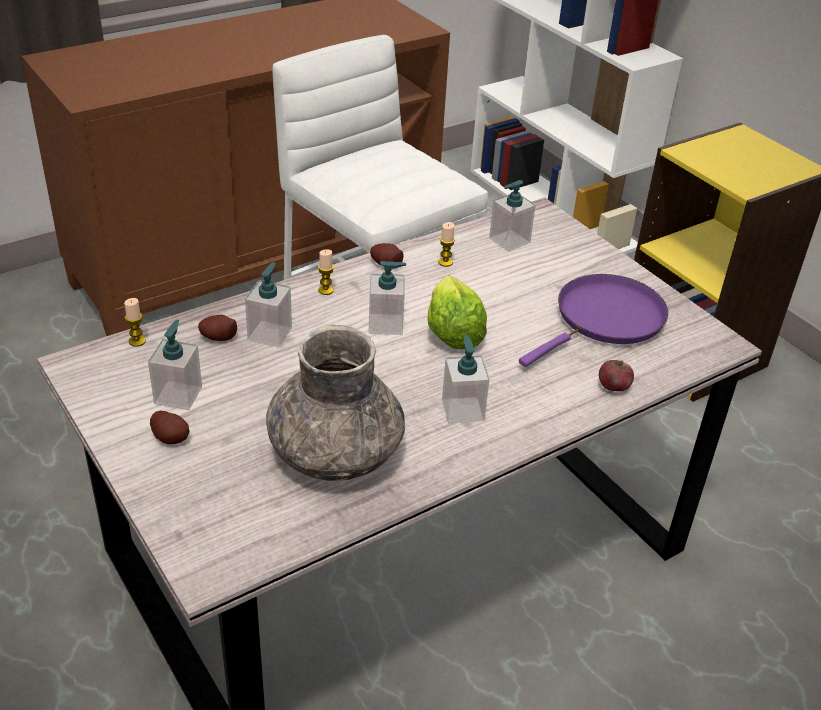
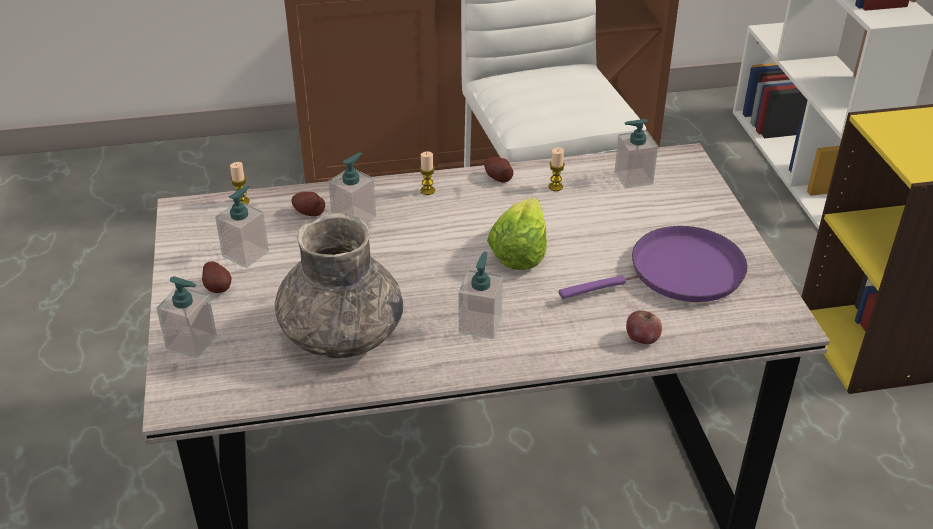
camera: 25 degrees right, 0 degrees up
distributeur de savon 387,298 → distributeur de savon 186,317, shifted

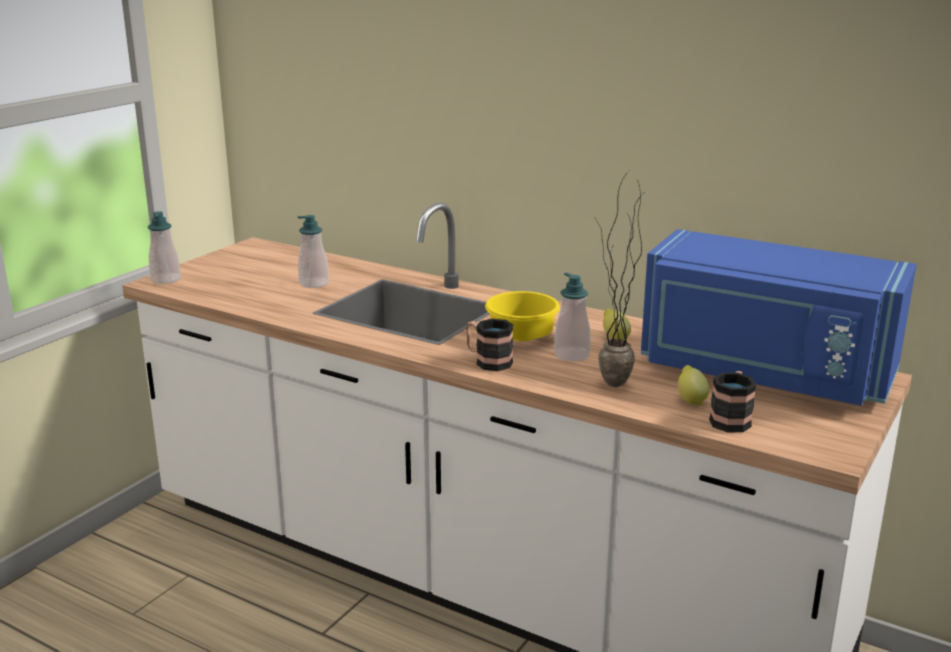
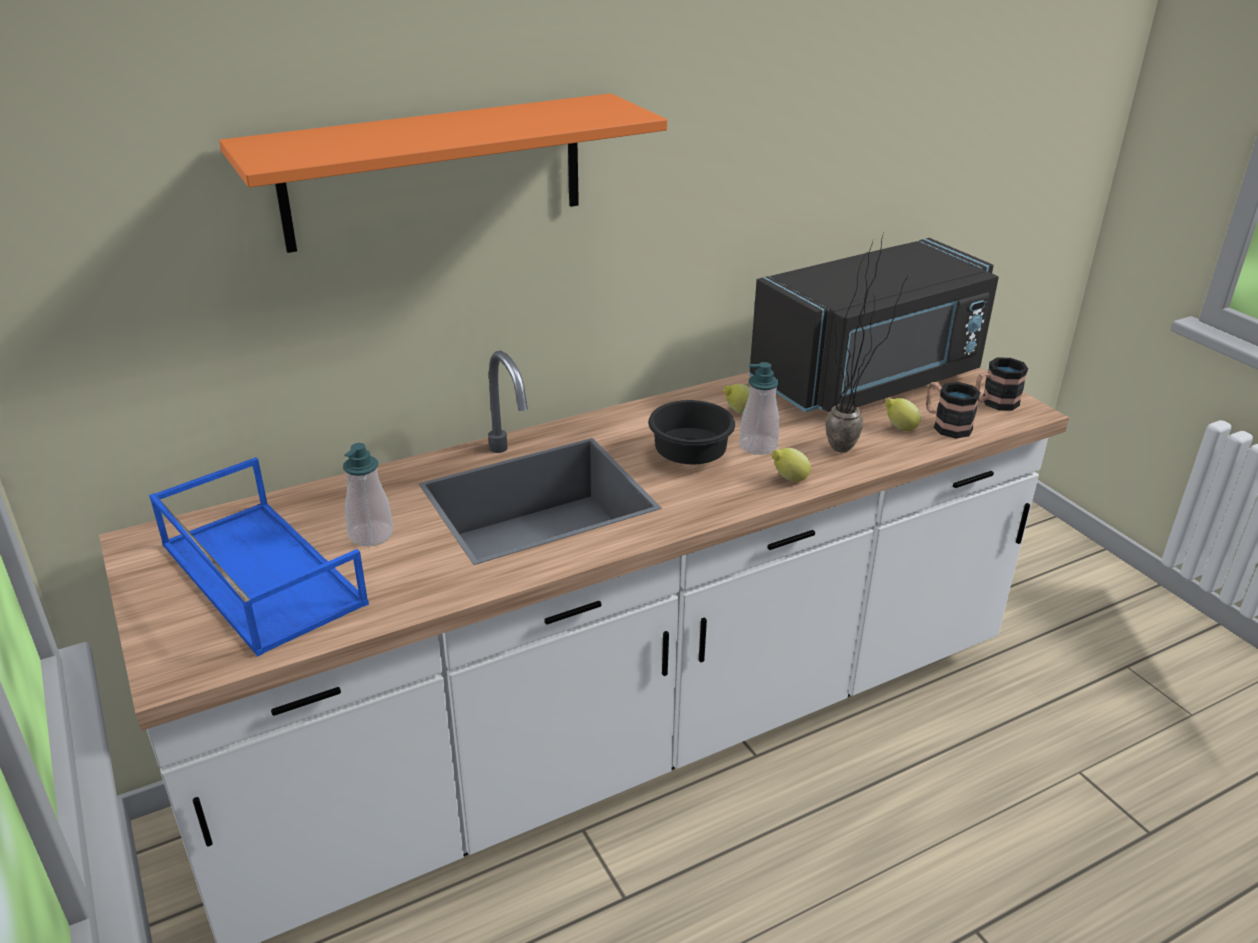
camera: 60 degrees left, 10 degrees up
distributeur de savon 164,247 → -
- → plateau/bleu 259,556
- → étagère/orange 443,173
- → citron 791,465
mug 490,344 → mug 1002,384, shifted
bol/jaune 522,316 → bol/noir 691,432
micro-ondes/bleu 779,317 → micro-ondes/noir 874,325

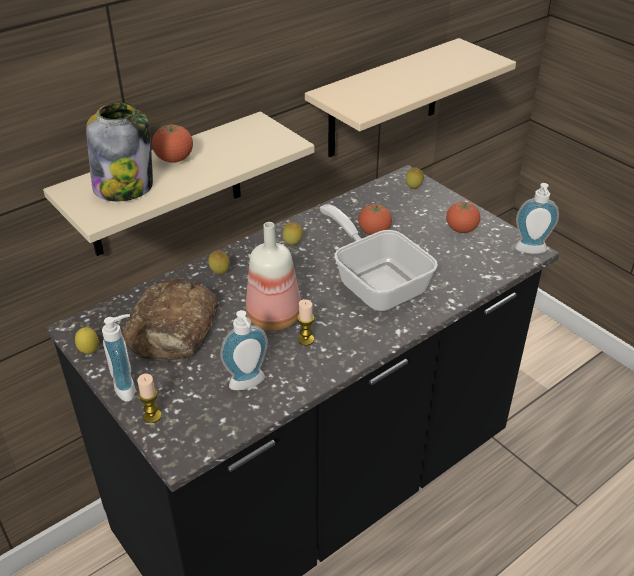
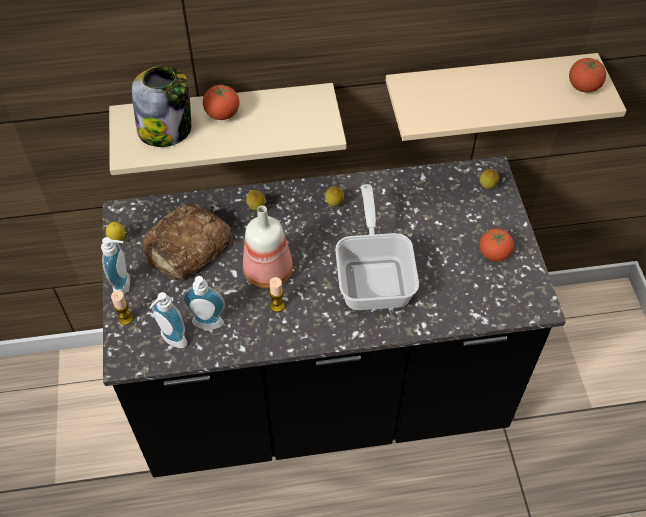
camera: 30 degrees right, 15 degrees up
tomate 375,219 → tomate 587,75, shifted
distributeur de savon 537,218 → distributeur de savon 168,320, shifted

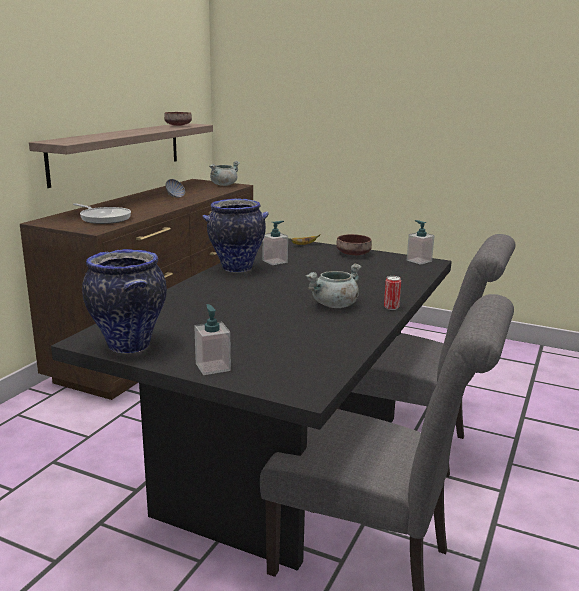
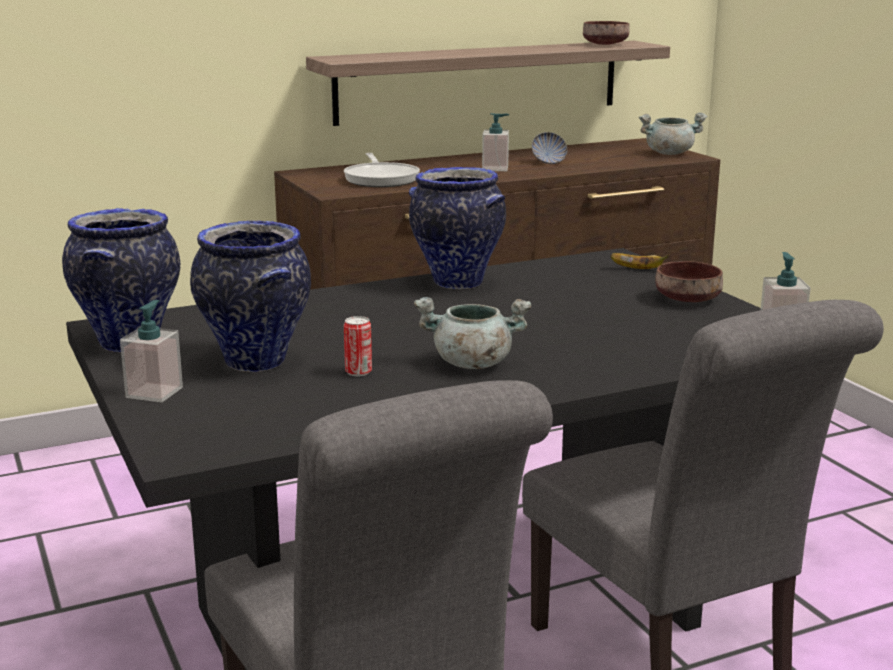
camera: 40 degrees right, 0 degrees up
- → vase 250,296
distributeur de savon 275,243 → distributeur de savon 495,142, shifted
boîte métallique 392,293 → boîte métallique 358,346, shifted

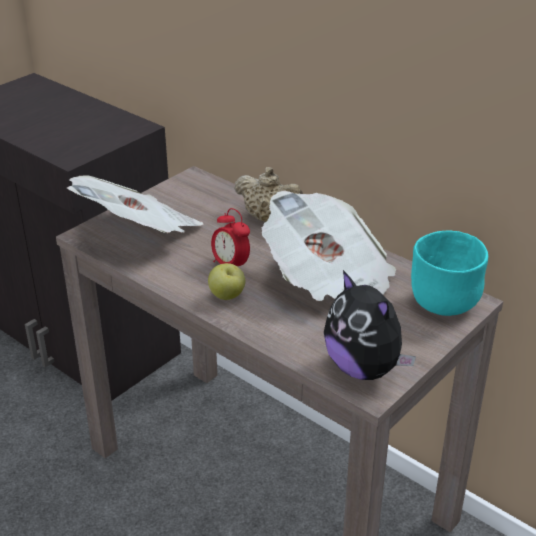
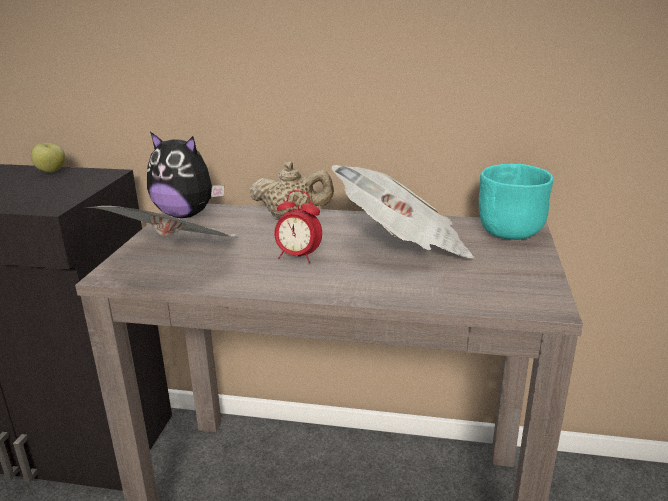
camera: 30 degrees left, 10 degrees down
pomme 226,281 → pomme 48,158, shifted
peluche 370,325 → peluche 185,175, shifted

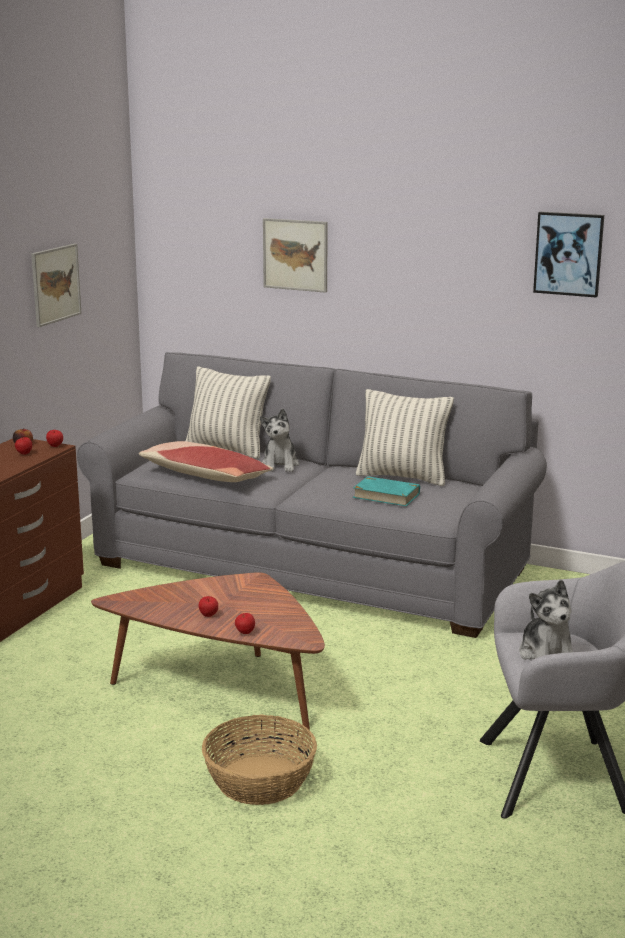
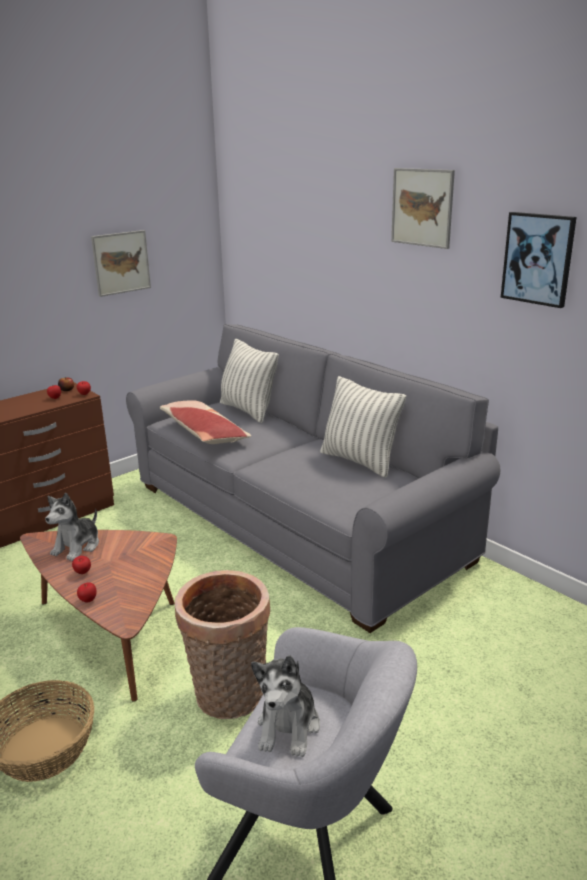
camera: 25 degrees right, 5 degrees up
livre/turquoise 386,491 → -
- → panier 222,644
peluche 279,440 → peluche 72,527, shifted
tableau 295,255 → tableau 423,208, shifted

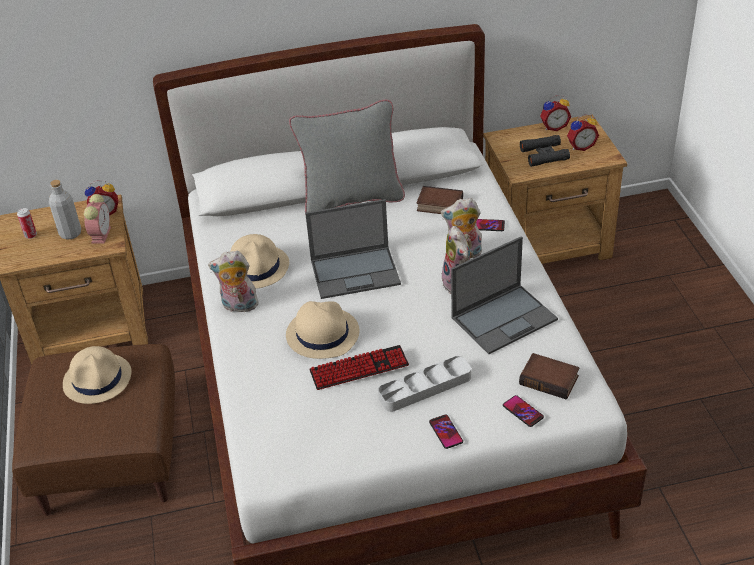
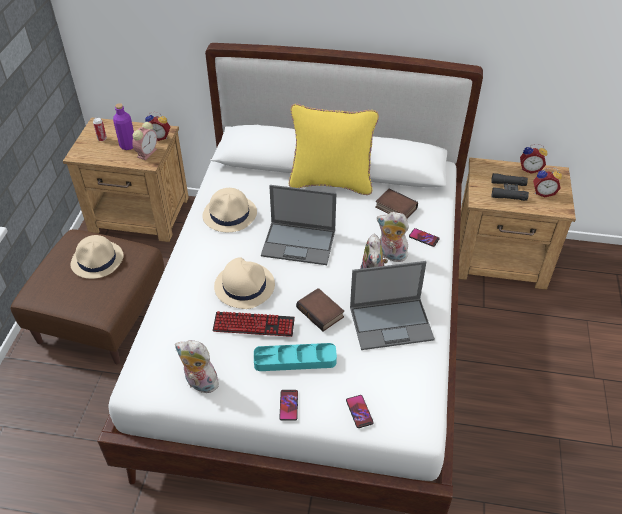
camera: 20 degrees right, 5 degrees up
peluche 234,281 → peluche 197,366, shifted
livre 549,376 → livre 320,309, shifted
bouteille/gris 65,210 → bouteille/violet 123,126
coussin/gris 347,157 → coussin/jaune 334,149
plateau/gris 424,384 → plateau/turquoise 295,357

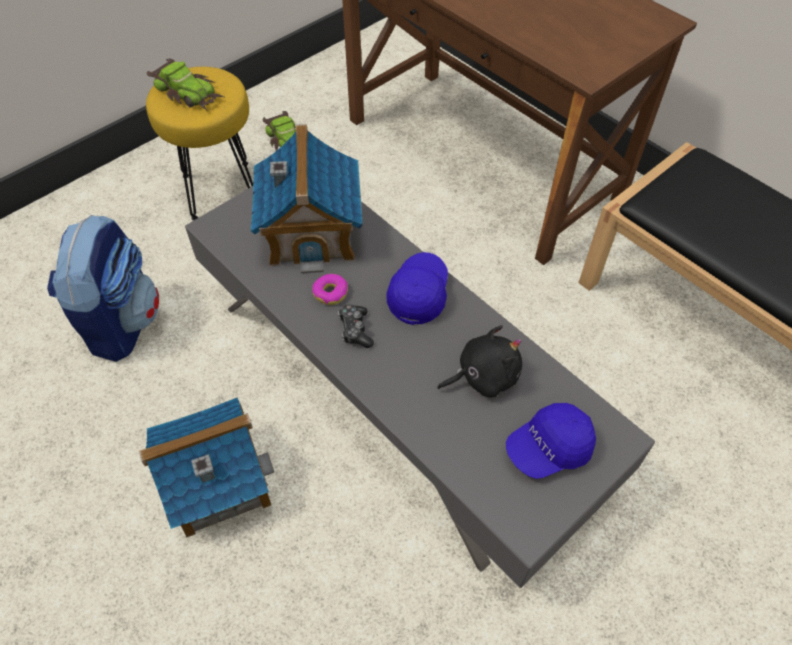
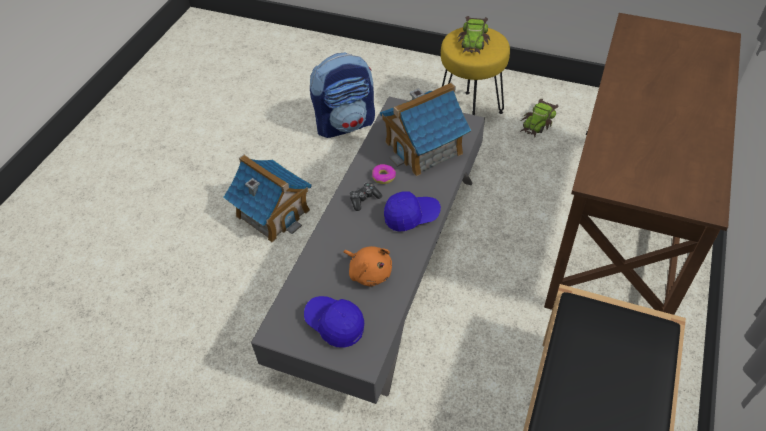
camera: 65 degrees right, 5 degrees down
peluche/noir 479,361 → peluche/orange 368,266

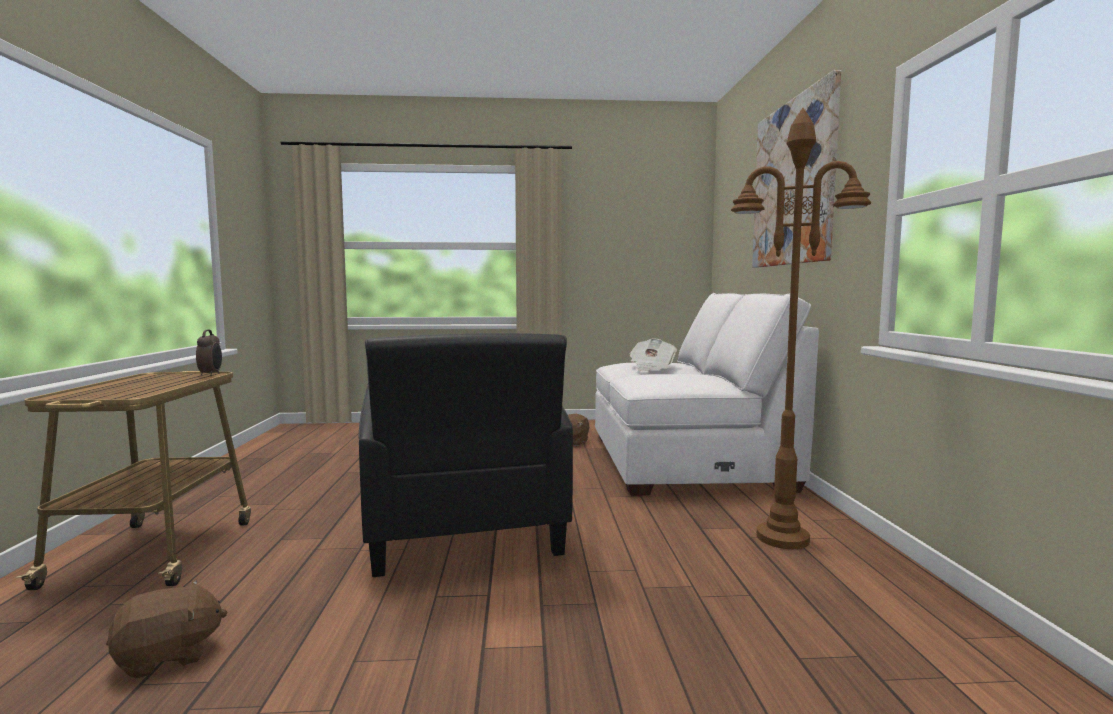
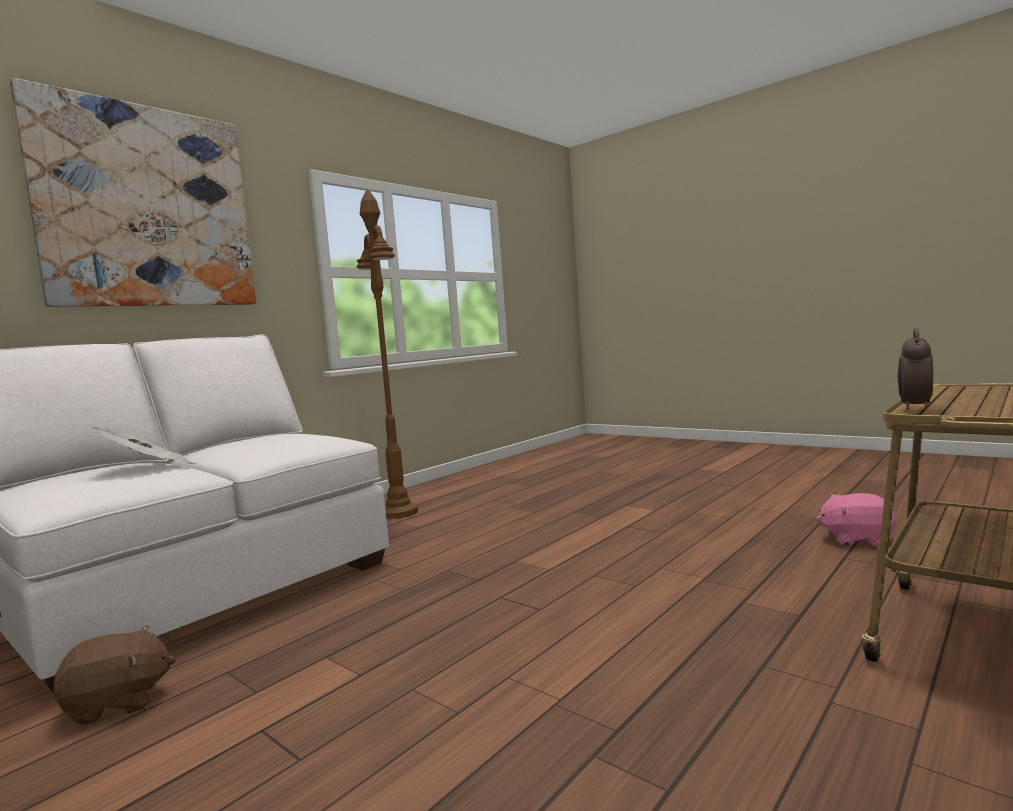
camera: 135 degrees left, 0 degrees up
fauteuil/noir 466,455 → -
peluche/marron 167,629 → peluche/rose 856,520

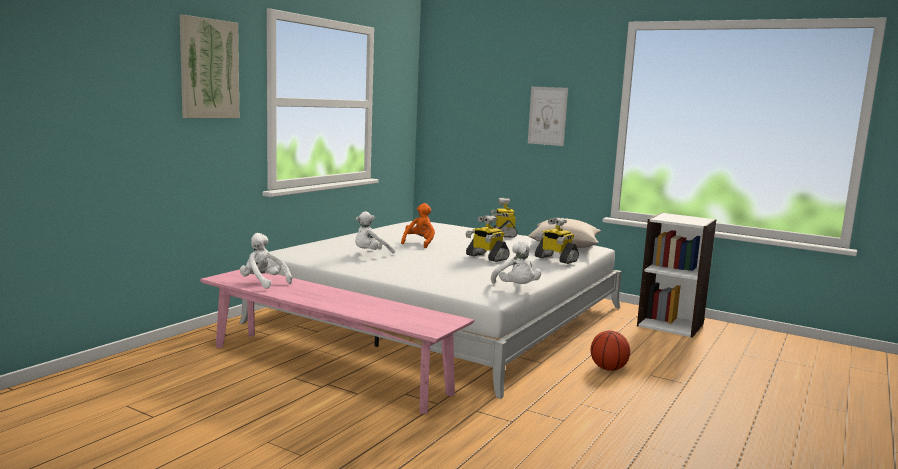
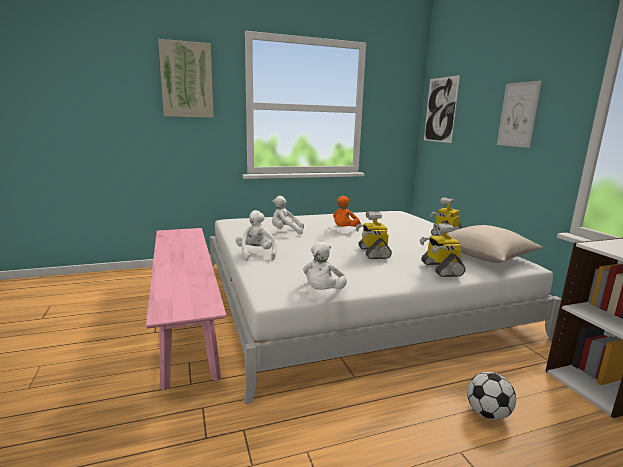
camera: 40 degrees right, 5 degrees up
ballon de basket 610,351 → -
- → tableau 442,109
- → ballon de foot 491,396
peluche/blanc 266,261 → peluche/blanc 256,235, shifted
peluche/orange 418,225 → peluche/orange 347,211, 150 degrees clockwise

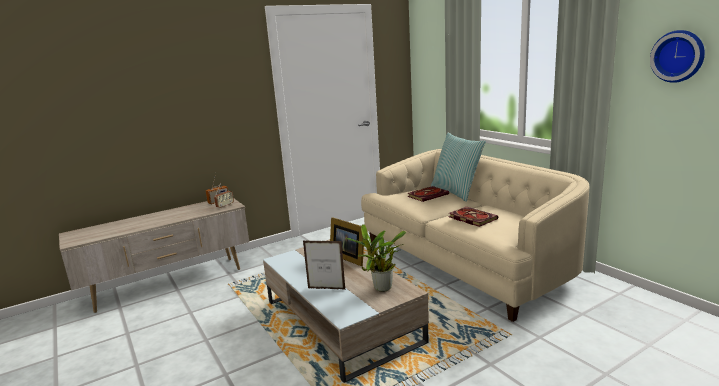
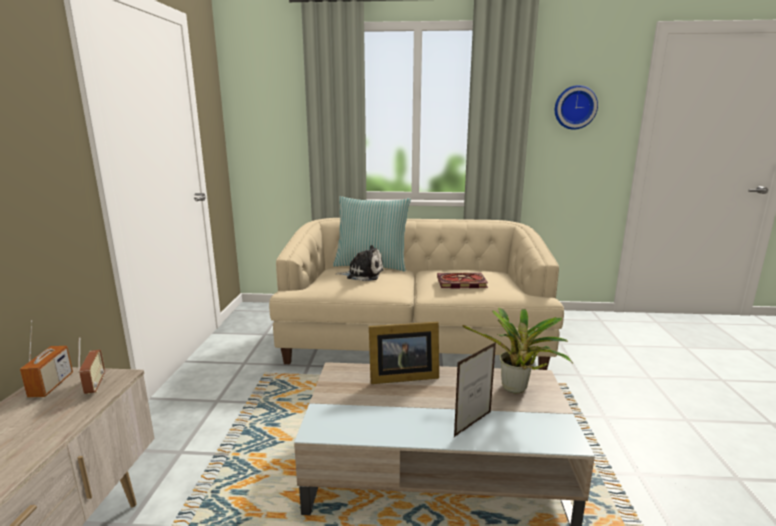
camera: 55 degrees left, 0 degrees up
livre 428,194 → peluche 359,263

